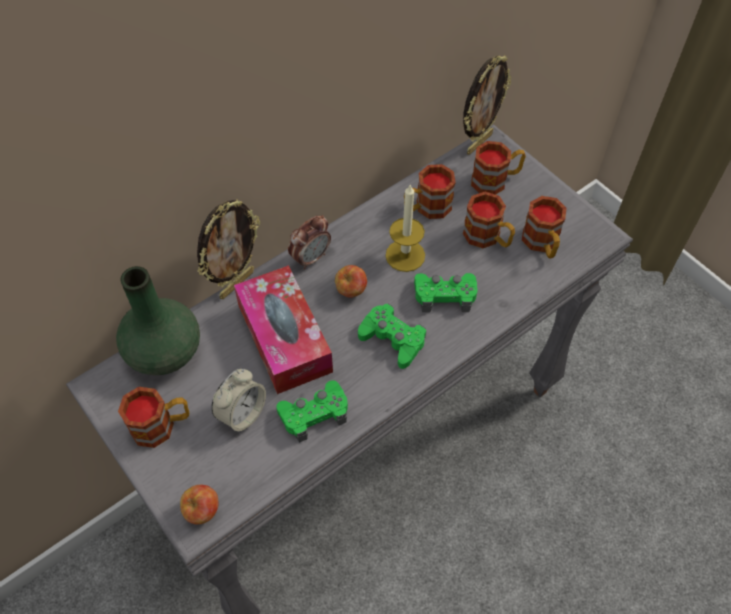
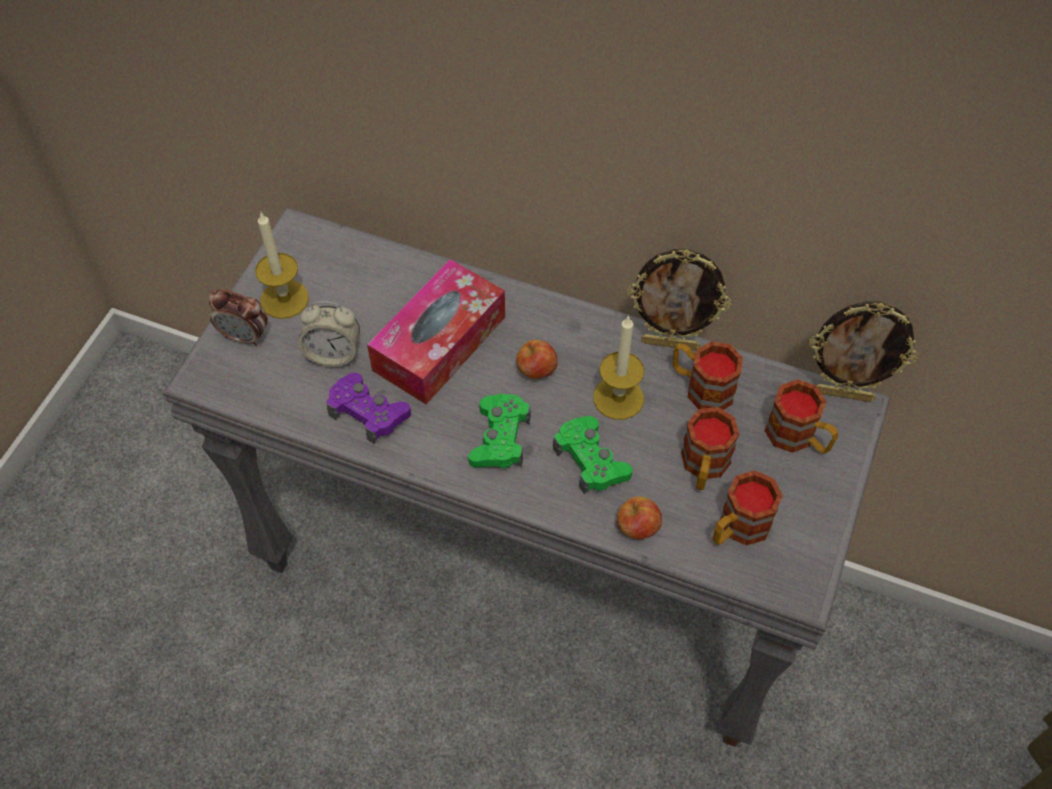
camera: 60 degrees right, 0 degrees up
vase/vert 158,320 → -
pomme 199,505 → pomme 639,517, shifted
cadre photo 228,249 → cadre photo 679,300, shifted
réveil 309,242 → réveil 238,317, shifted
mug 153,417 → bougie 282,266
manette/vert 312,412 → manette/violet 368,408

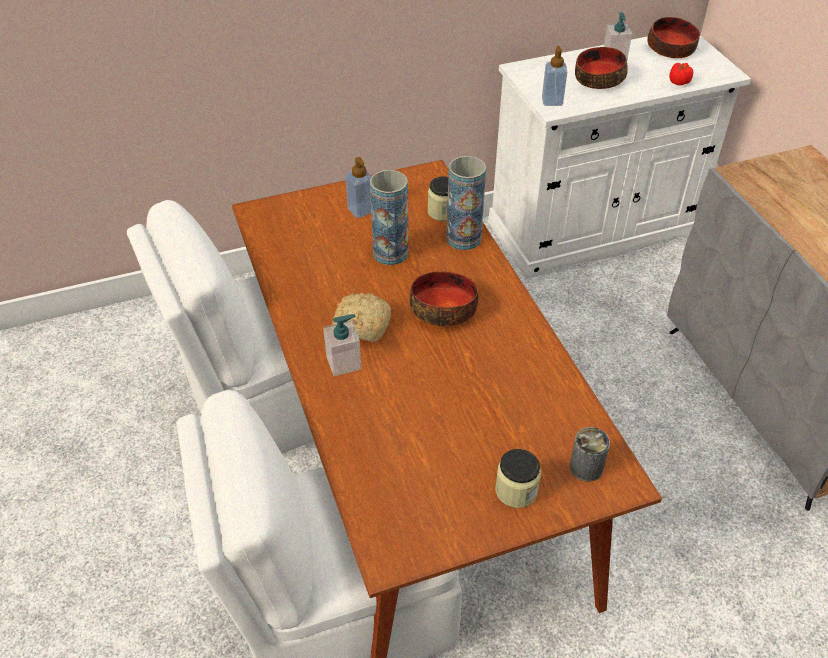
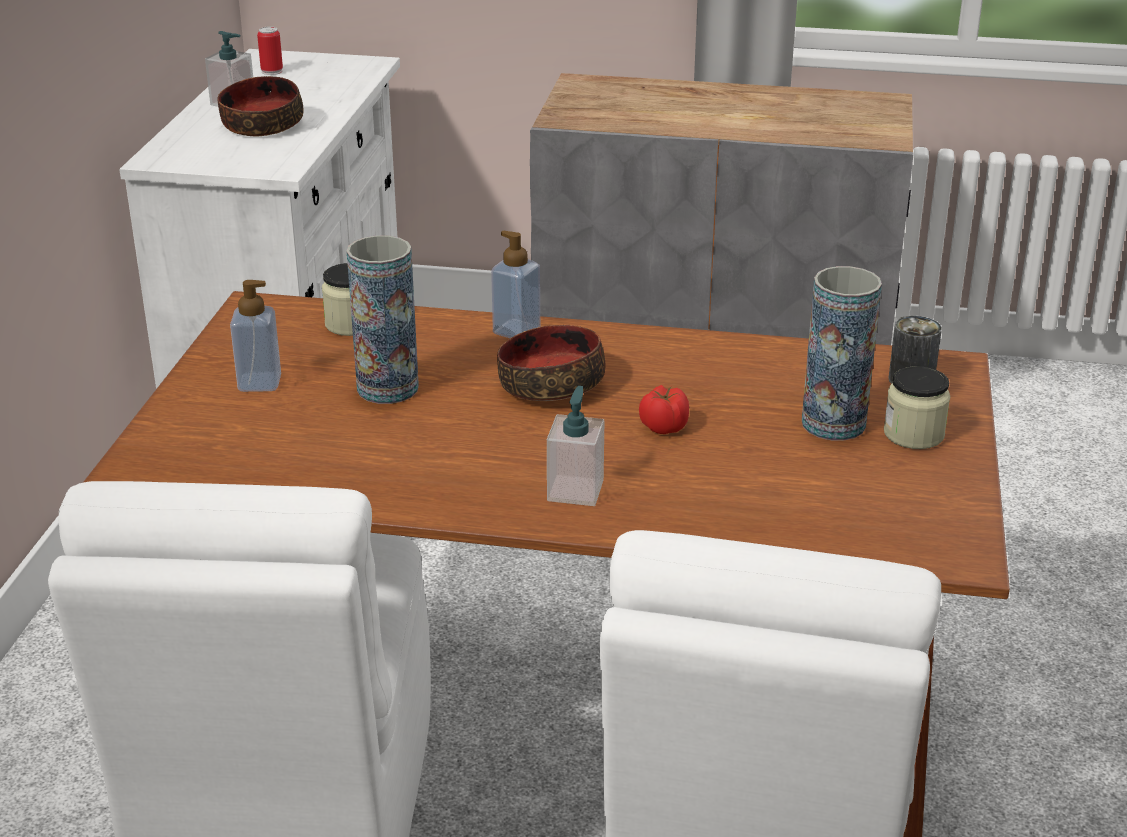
camera: 60 degrees left, 15 degrees down
pain 361,317 → -
vase 466,203 → vase 842,353, shifted
distributeur de savon 554,76 → distributeur de savon 515,284, shifted
tomate 681,74 → tomate 664,409, shifted
bol 673,37 → boîte métallique 270,51

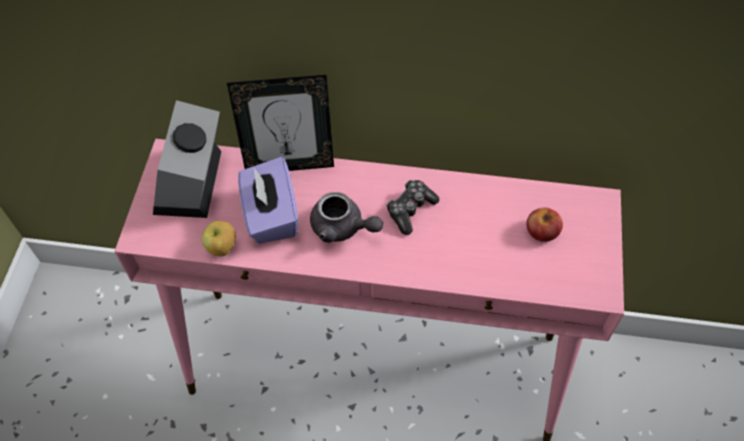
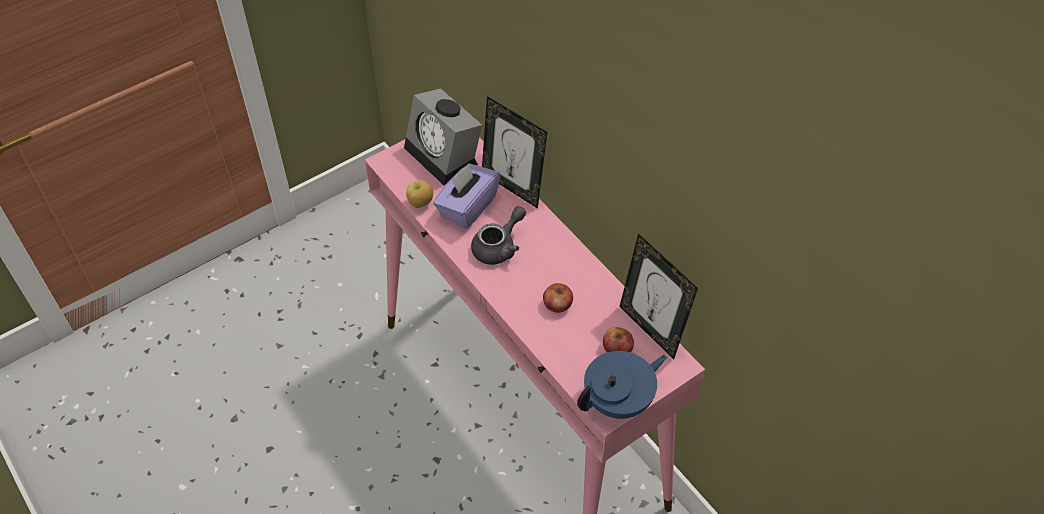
camera: 45 degrees right, 5 degrees down
manette 413,207 → -
- → pomme 558,298
- → théière/bleu 622,385
- → cadre photo 658,296
réveil 187,159 → réveil 443,136, 90 degrees counterclockwise
théière/gris 346,217 → théière/gris 498,235, 120 degrees counterclockwise

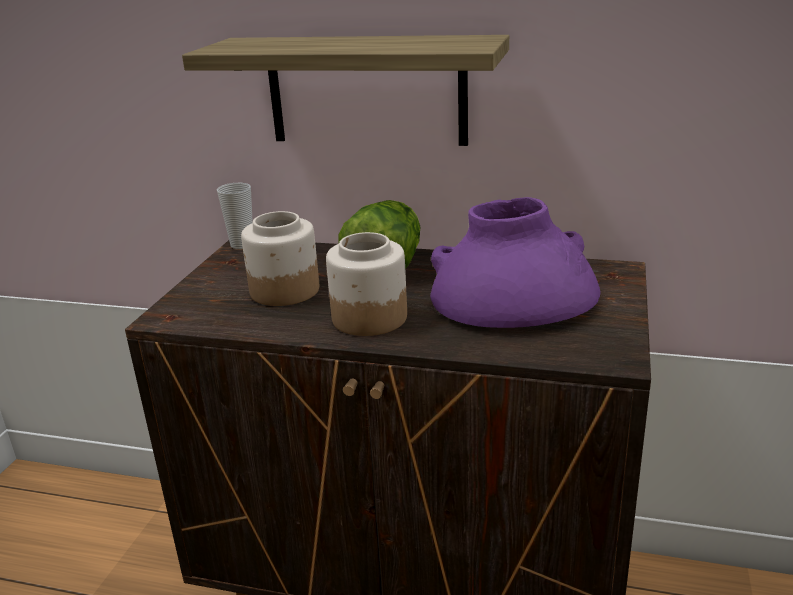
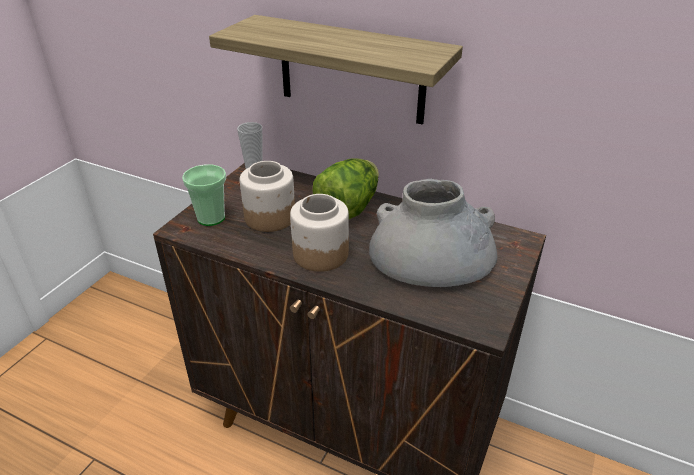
camera: 10 degrees right, 10 degrees up
- → tasse 204,195
vase/violet 515,262 → vase/gris 433,233

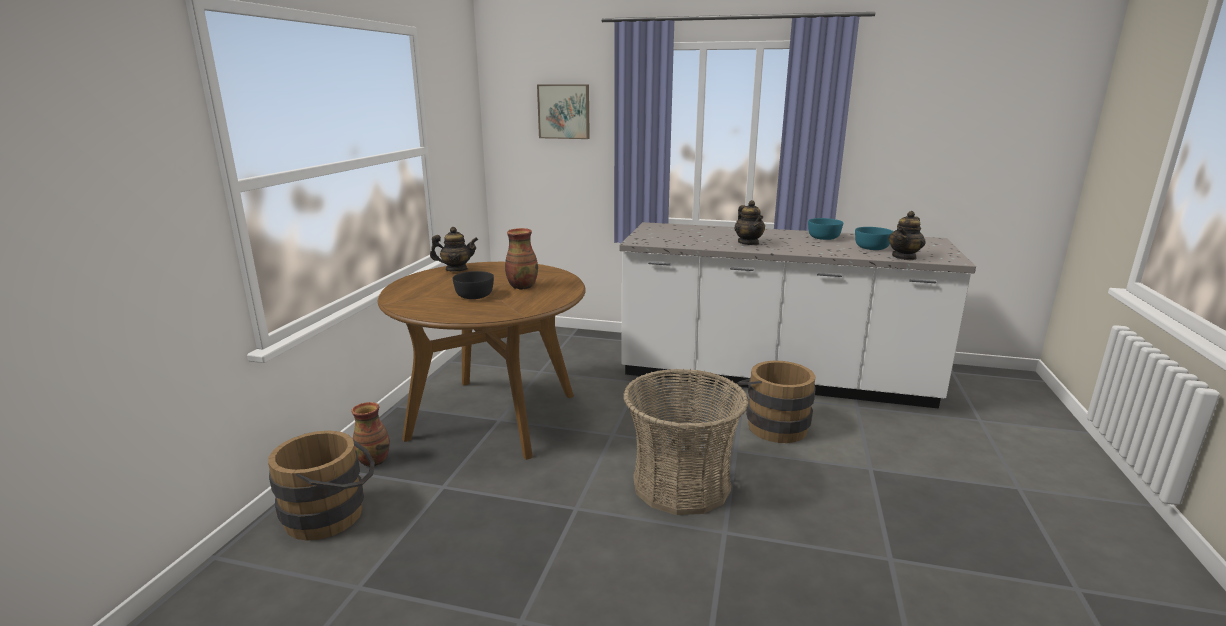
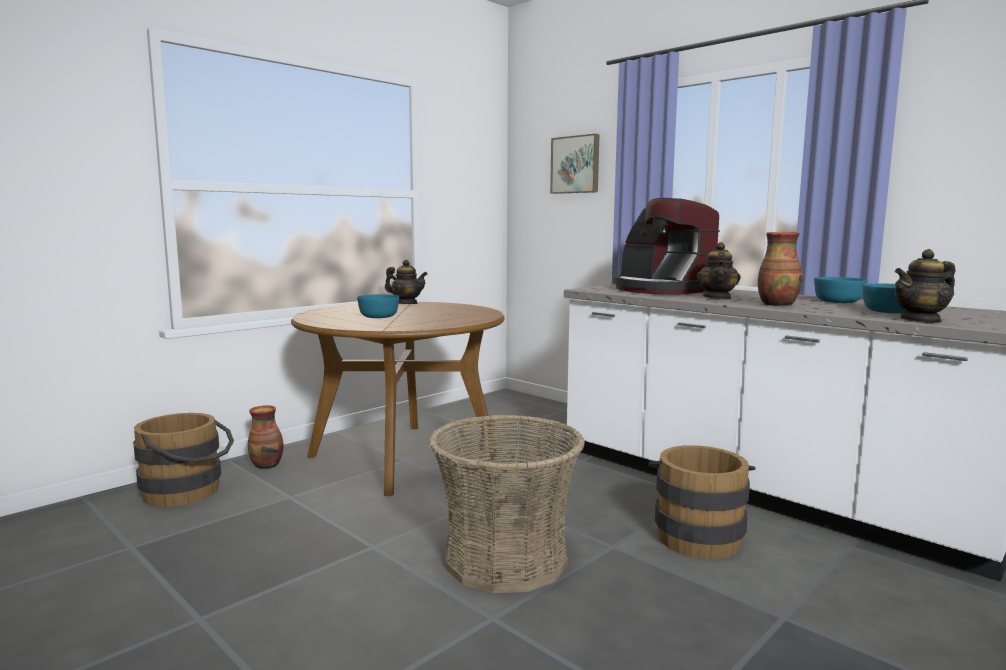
camera: 30 degrees right, 10 degrees down
- → machine à café 666,246
vase 521,258 → vase 780,269, shifted
bol/noir 473,285 → bol/turquoise 378,306

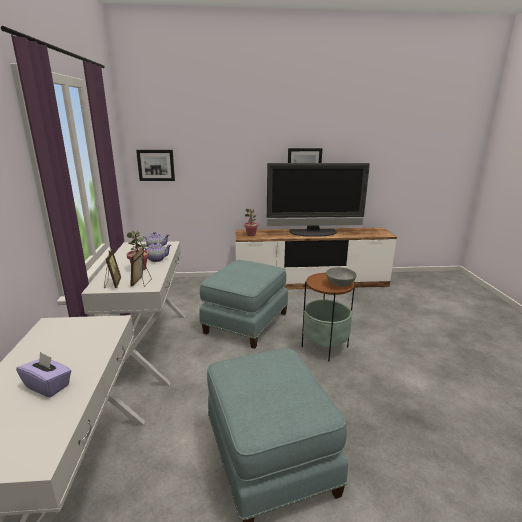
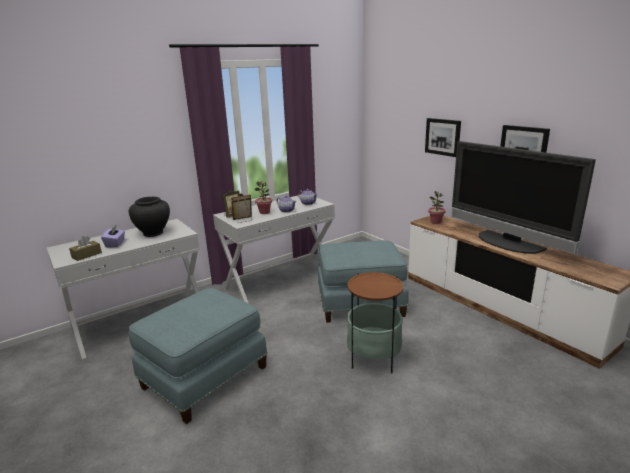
camera: 60 degrees right, 0 degrees up
bol/gris 341,277 → -
- → boîte à mouchoirs/marron 85,248
- → vase/noir 149,217
tableau 155,165 → tableau 443,137, shifted

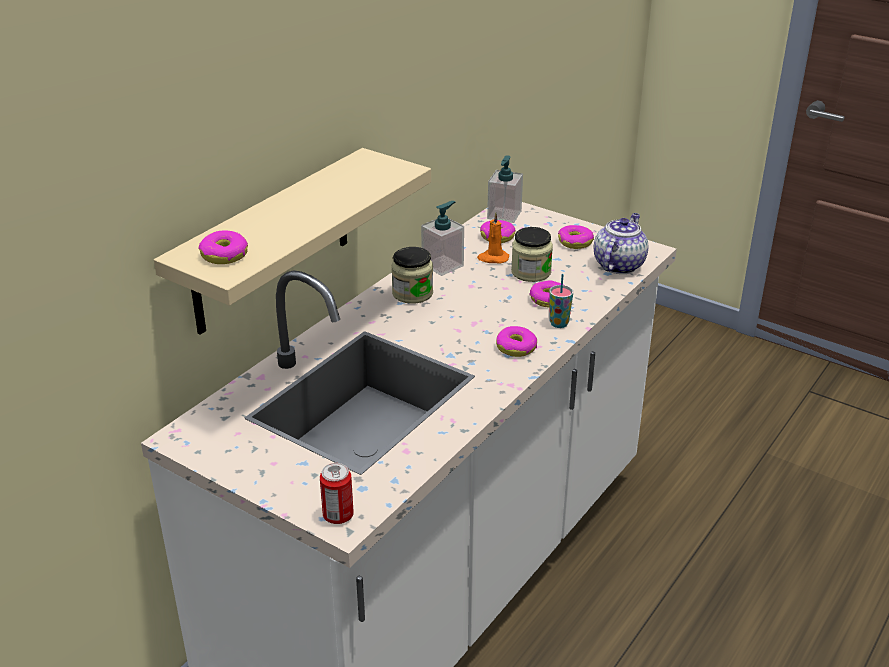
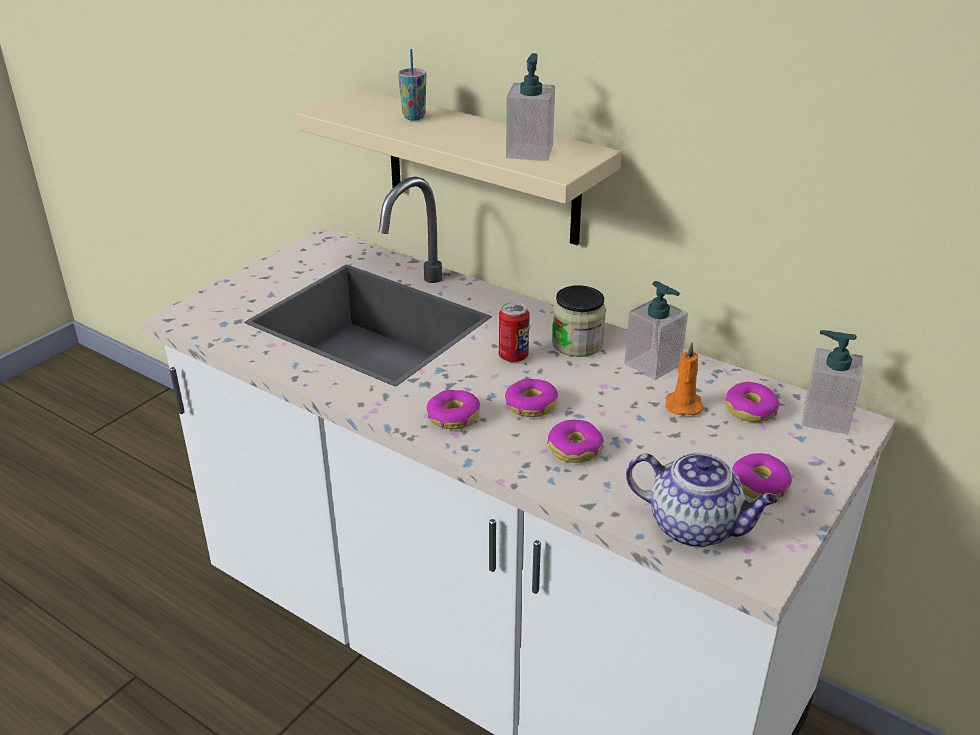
camera: 90 degrees right, 0 degrees up
bocal 532,254 → -
- → distributeur de savon 530,107
beignet 223,247 → beignet 531,397, shifted
boîte métallique 337,493 → boîte métallique 514,332, shifted
tasse 561,301 → tasse 412,84, shifted

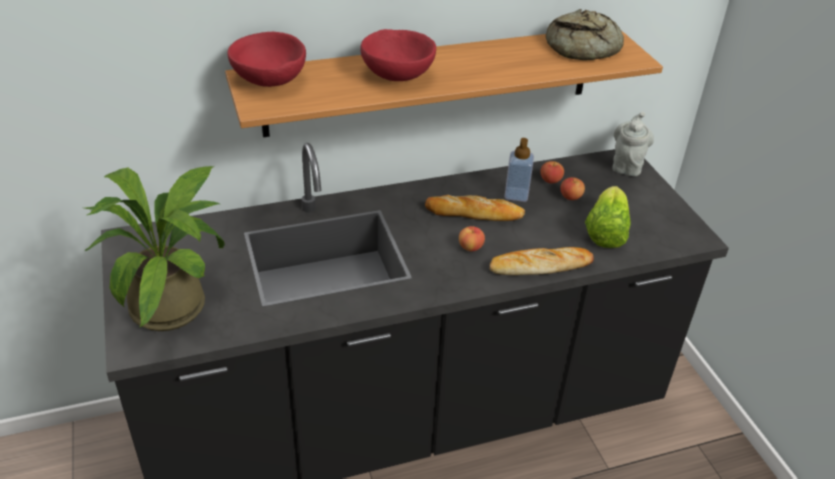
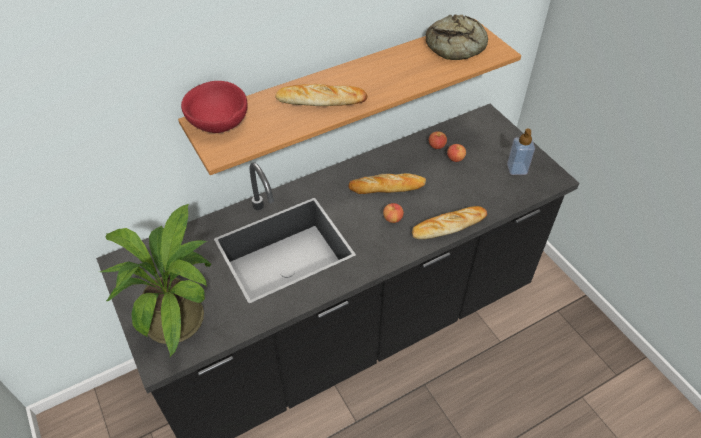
camera: 10 degrees left, 10 degrees up
laitue 608,217 → -
théière/gris 633,144 → -
distributeur de savon 519,170 → distributeur de savon 521,151, shifted
bol/rouge 398,55 → pain 321,95

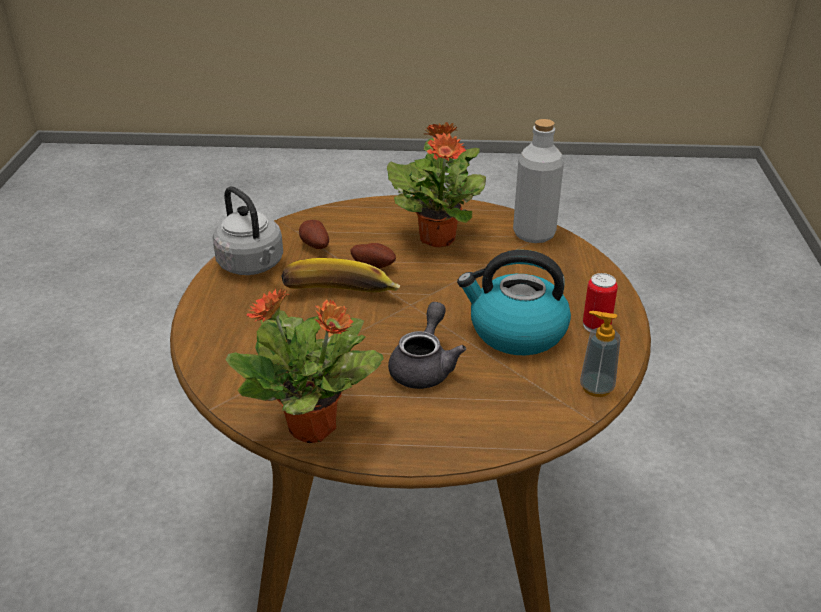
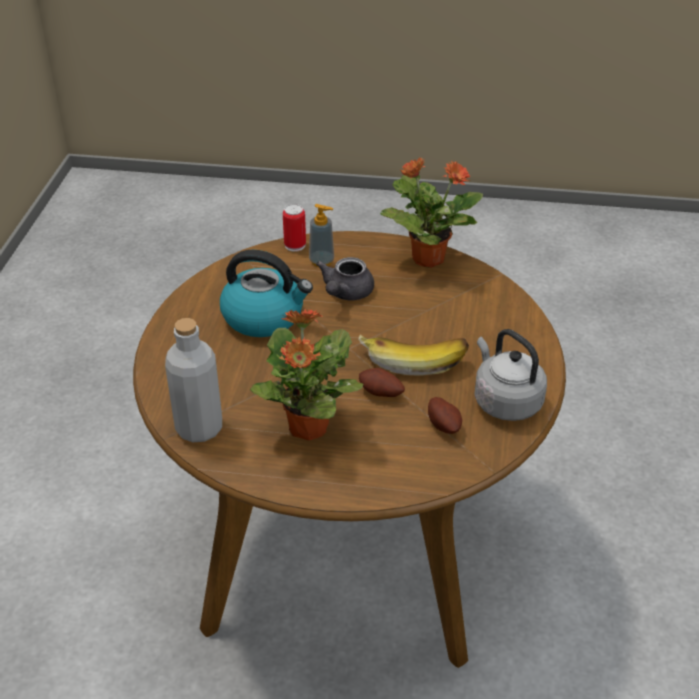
camera: 175 degrees left, 5 degrees up
distributeur de savon 600,354 → distributeur de savon 321,235, shifted
boîte métallique 600,302 → boîte métallique 294,228, shifted

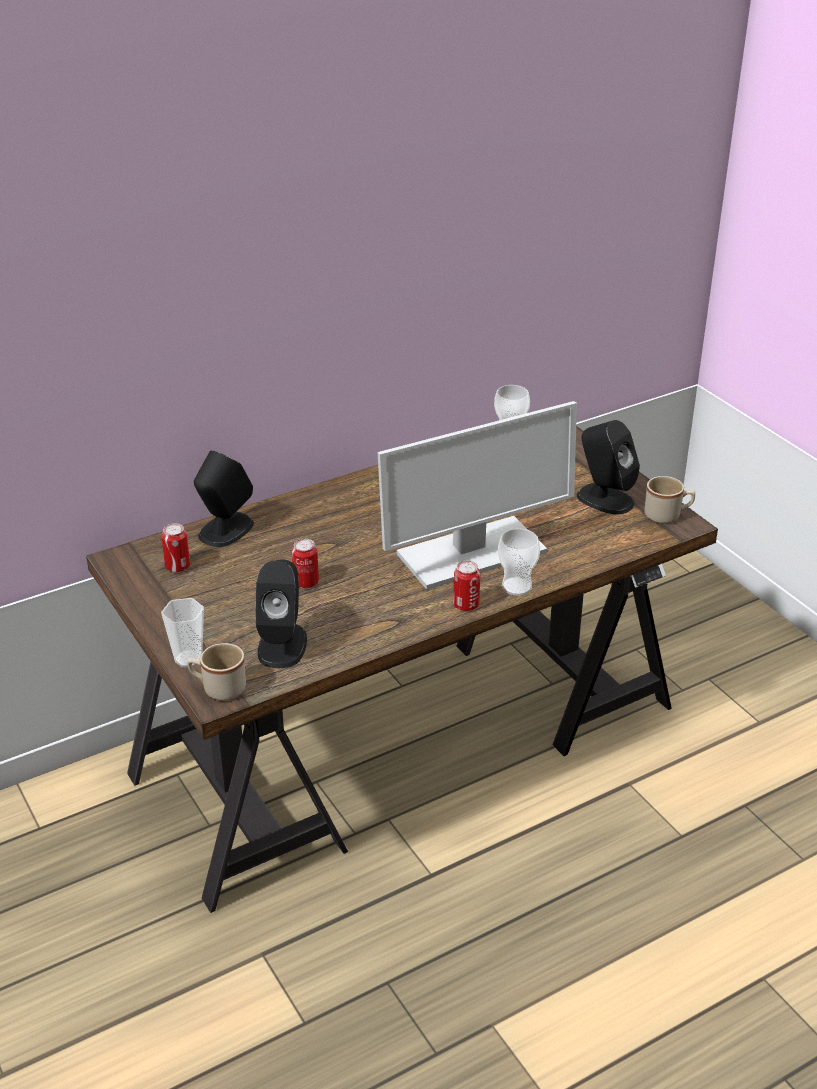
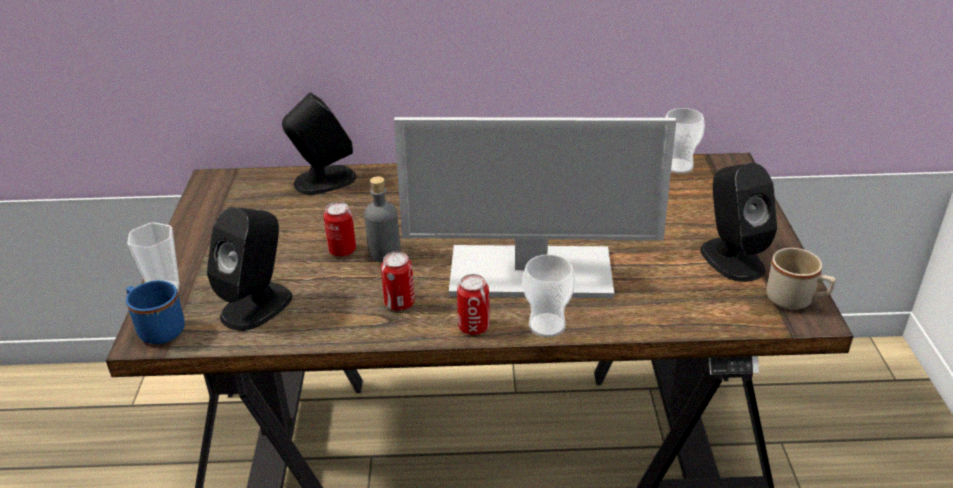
camera: 30 degrees right, 0 degrees up
- → bouteille/gris 382,219
boîte métallique 175,547 → boîte métallique 398,281, shifted
mug/beige 216,672 → mug/bleu 155,312

